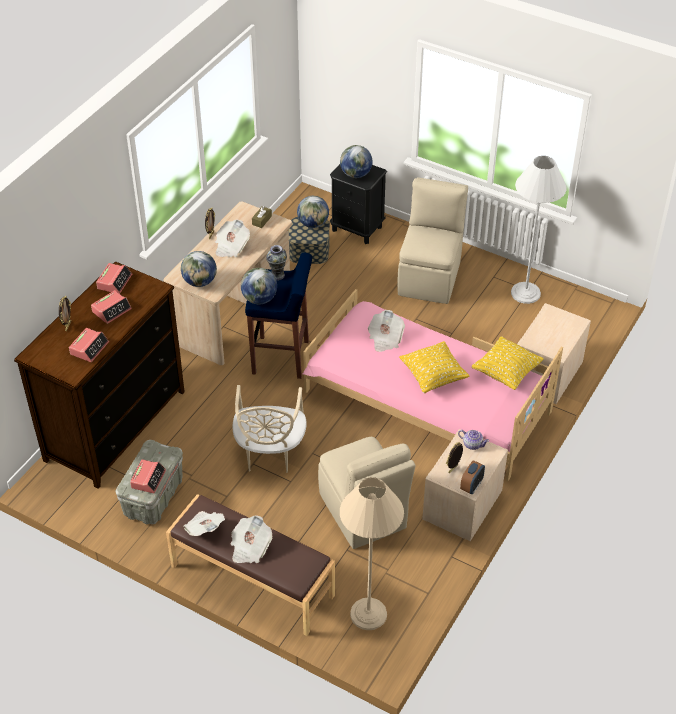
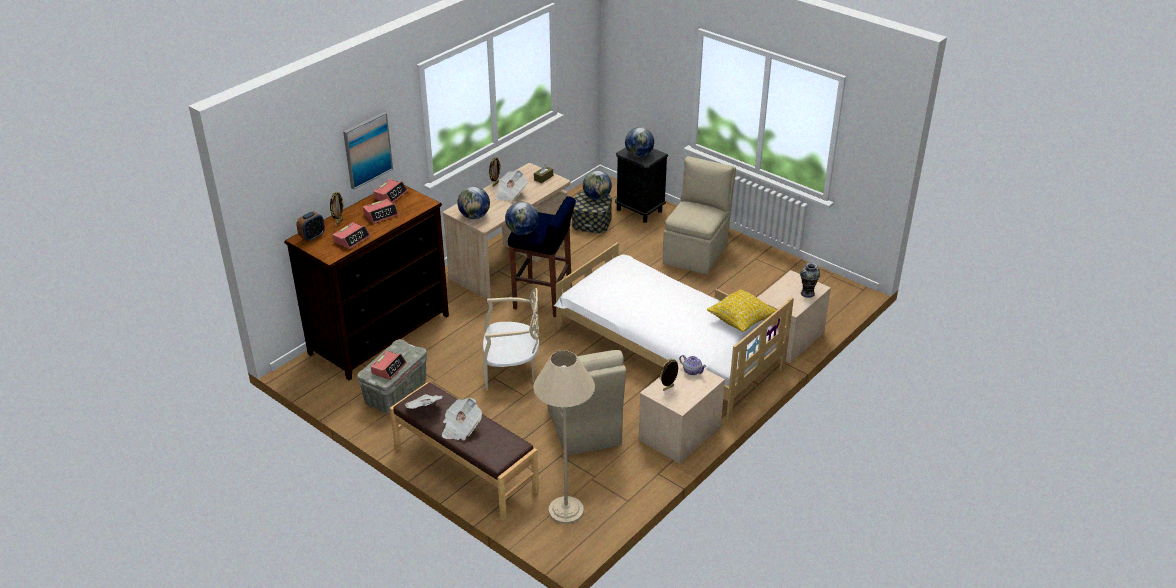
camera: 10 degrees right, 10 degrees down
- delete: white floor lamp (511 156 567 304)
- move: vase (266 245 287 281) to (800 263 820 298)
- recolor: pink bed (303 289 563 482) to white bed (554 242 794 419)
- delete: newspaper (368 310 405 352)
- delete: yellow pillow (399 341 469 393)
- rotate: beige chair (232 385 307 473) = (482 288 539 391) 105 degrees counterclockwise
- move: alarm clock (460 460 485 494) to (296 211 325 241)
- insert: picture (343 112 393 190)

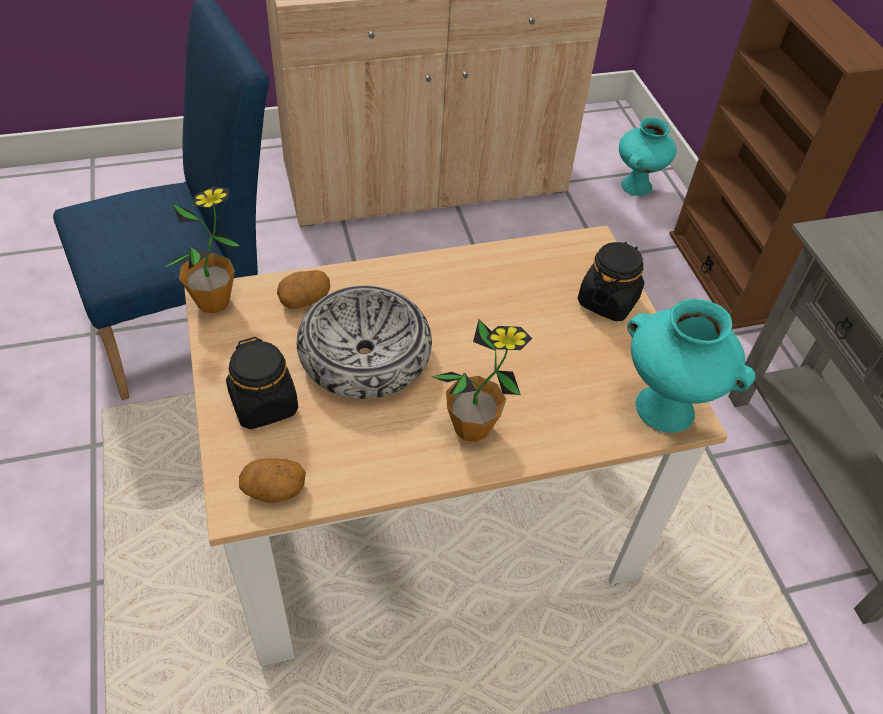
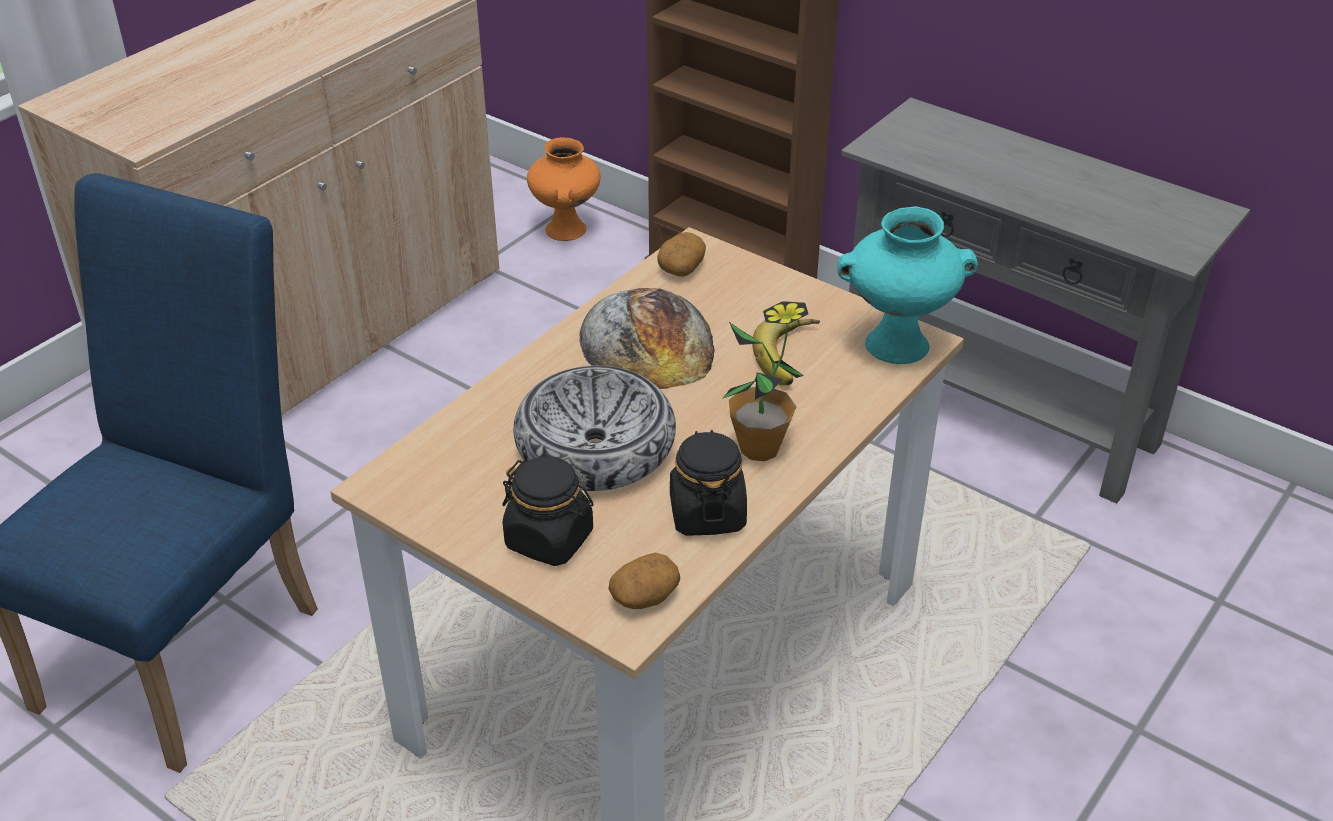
camera: 35 degrees left, 10 degrees down
- recolor: turquoise vase (619 117 677 196) to orange vase (527 137 601 241)
- delete: potted plant (164 187 240 313)
- move: black jar (578 242 644 321) to (670 430 747 536)
- move: potato (277 270 330 309) to (657 232 706 277)
- insert: bread (579 288 715 389)
- insert: banana (752 319 820 386)

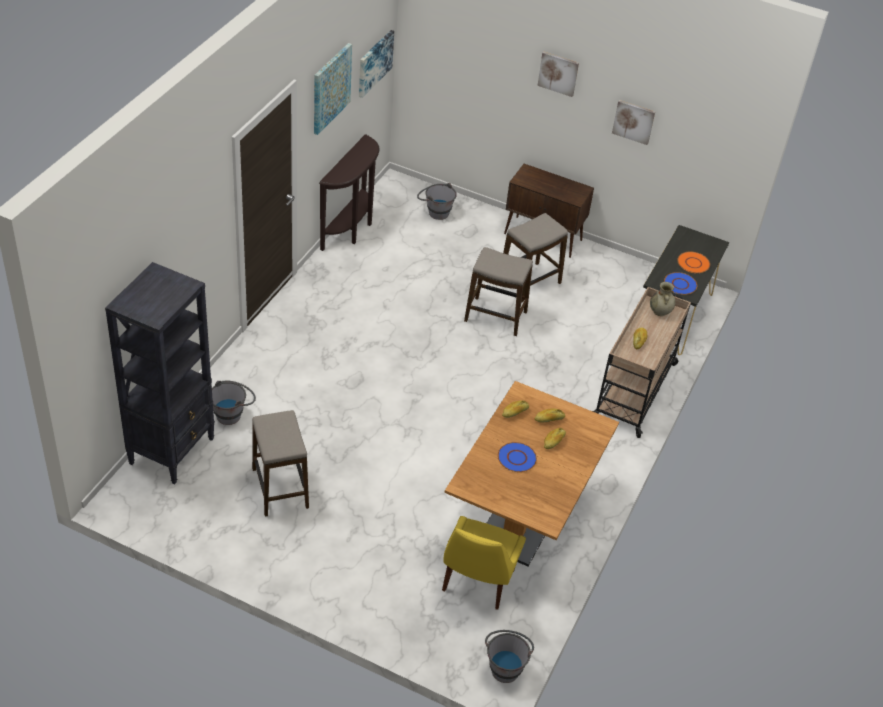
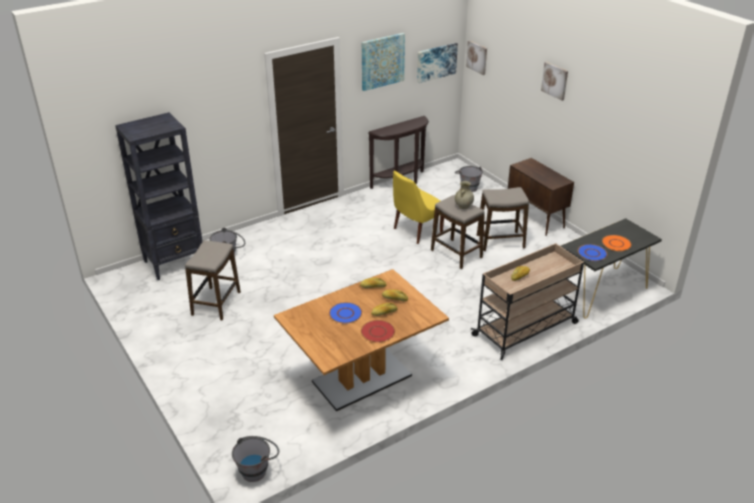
camera: 35 degrees right, 10 degrees down
- move: picture (612 100 655 145) to (466 41 487 75)
- move: beige vase (650 282 675 316) to (455 181 474 209)
- move: yellow chair (442 516 526 610) to (393 170 444 244)
- insert: red plate (361 320 395 343)

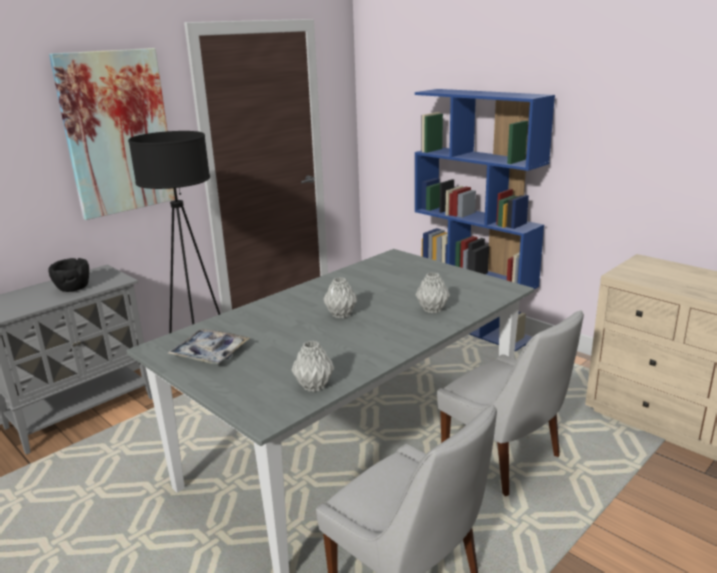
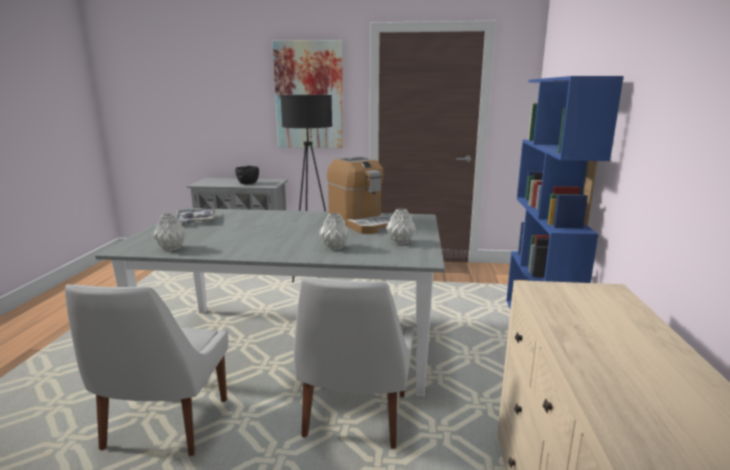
camera: 50 degrees right, 5 degrees down
- move: grey vase (323 277 357 318) to (386 209 416 245)
- insert: coffee machine (327 157 391 234)

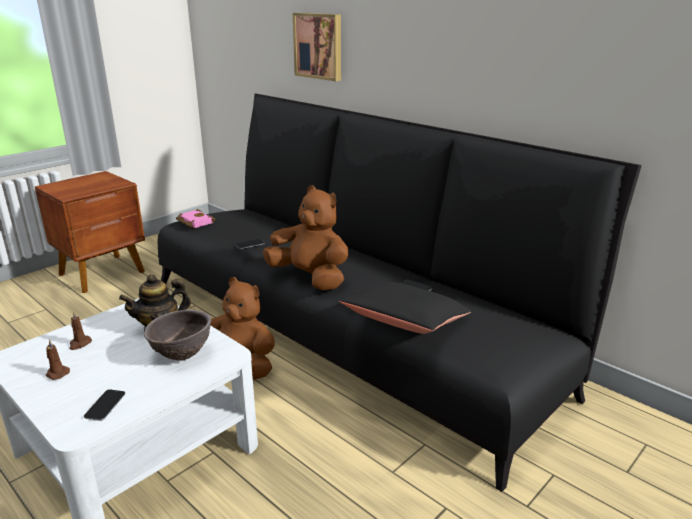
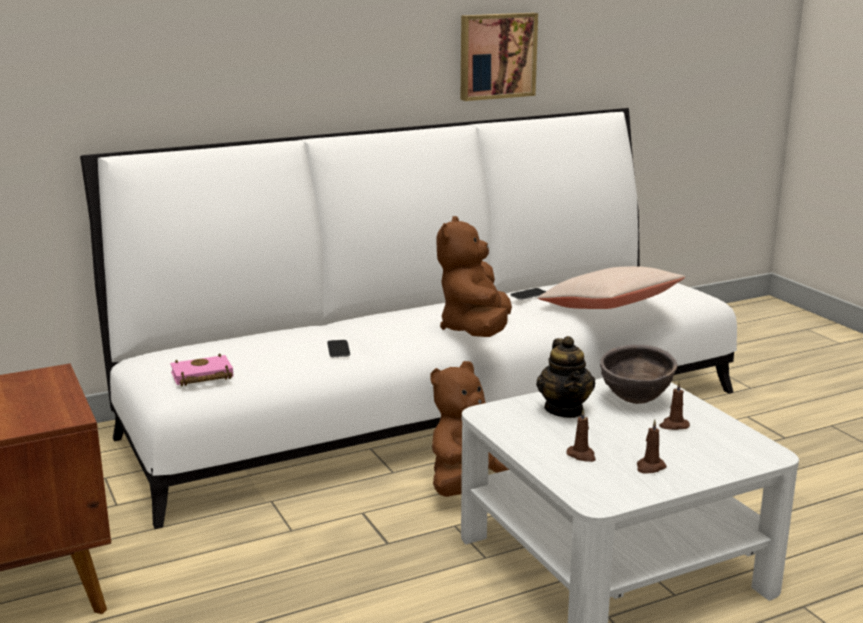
camera: 70 degrees left, 5 degrees down
- move: picture (293 13 341 81) to (461 13 538 101)
- recolor: black sofa (158 93 641 492) to white sofa (80 108 737 529)
- rotate: brown plush toy (263 185 349 290) = (437 216 512 337) 45 degrees counterclockwise
- recolor: black pillow (339 282 472 334) to beige pillow (538 266 685 309)
- delete: phone (84 390 125 421)
- insert: brown candle (659 382 690 430)

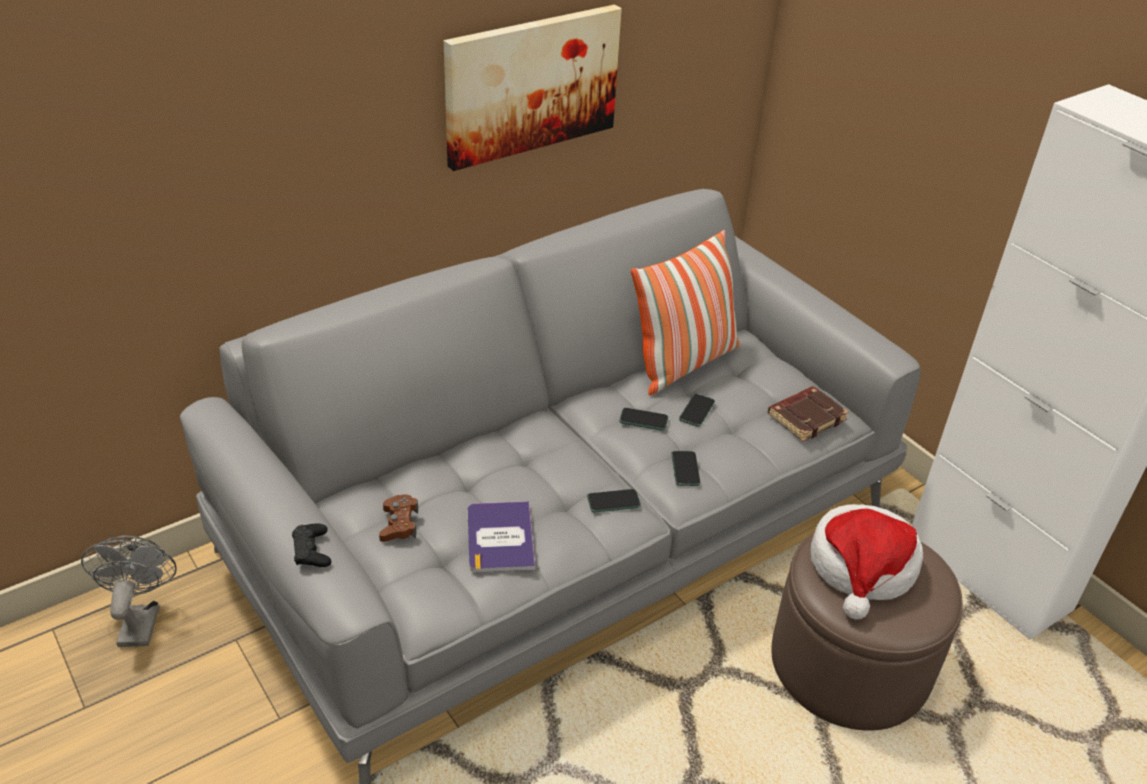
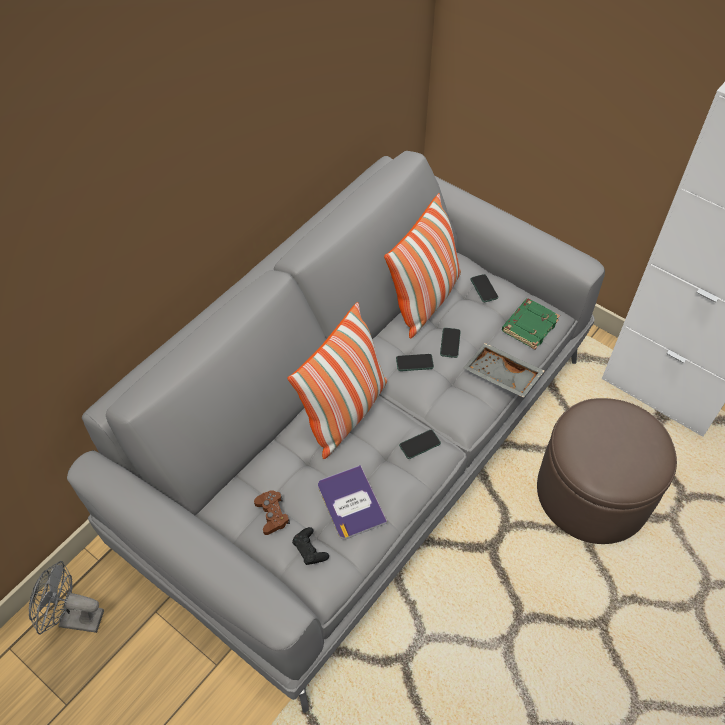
camera: 15 degrees left, 15 degrees up
- delete: picture (444 4 622 171)
- recolor: brown book (768 386 849 442) to green book (502 298 560 350)
- move: phone (671 451 701 486) to (471 274 498 302)
- delete: hat (811 504 923 620)
- move: black game controller (292 523 331 567) to (292 527 329 565)
- rotate: grey fan (81 535 177 647) = (29 561 104 634) 60 degrees counterclockwise
- insert: pillow (287 302 387 459)
- insert: grey tray (463 343 545 398)

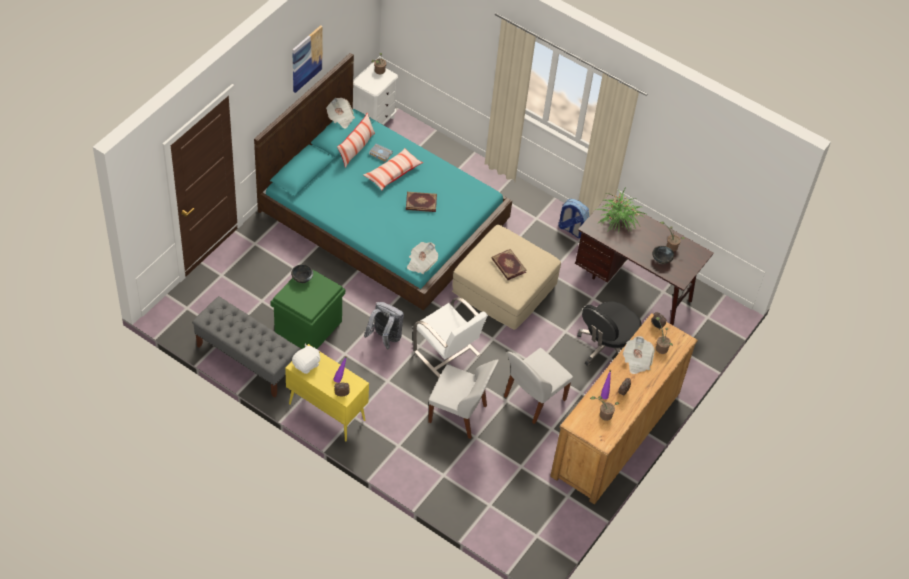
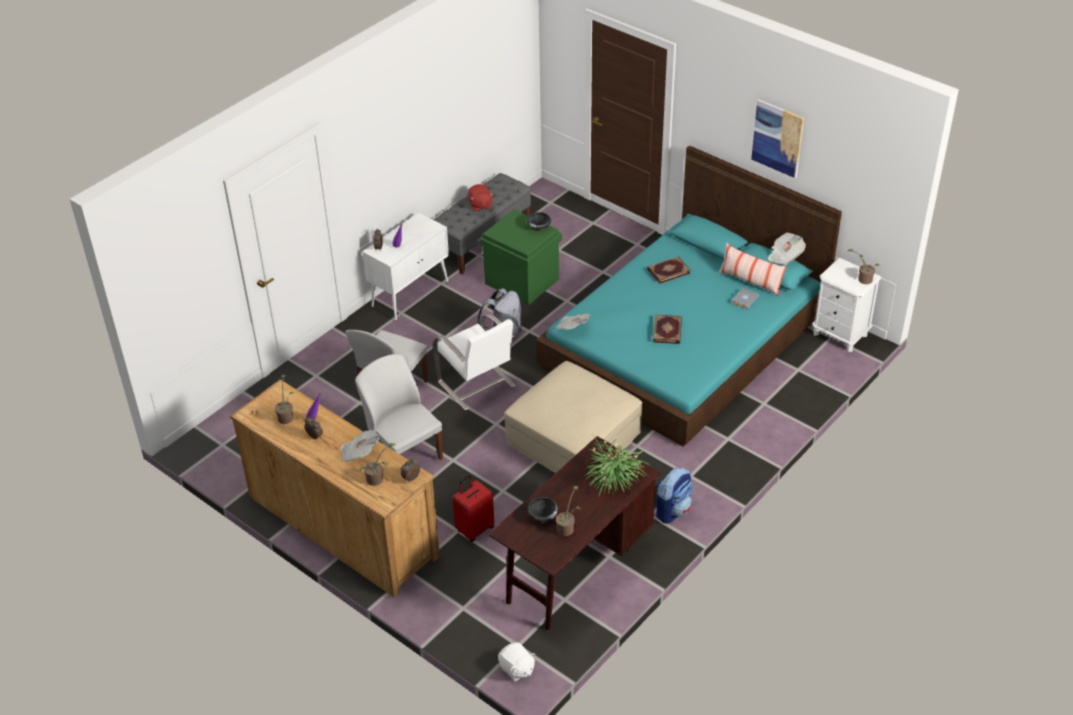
camera: 100 degrees right, 10 degrees down
- delete: pillow (363 148 423 190)
- move: book (492 249 527 280) to (647 257 690 284)
- rotate: white chair (413 297 488 378) = (433 314 516 411) 90 degrees counterclockwise
- replace: black office chair (577 301 641 366) to red suitcase (452 475 494 542)
- recolor: yellow cabinet (285 344 369 442) to white cabinet (362 213 449 320)
- move: white plush toy (292 344 320 374) to (498 642 535 682)
- insert: red plush toy (468 184 493 212)

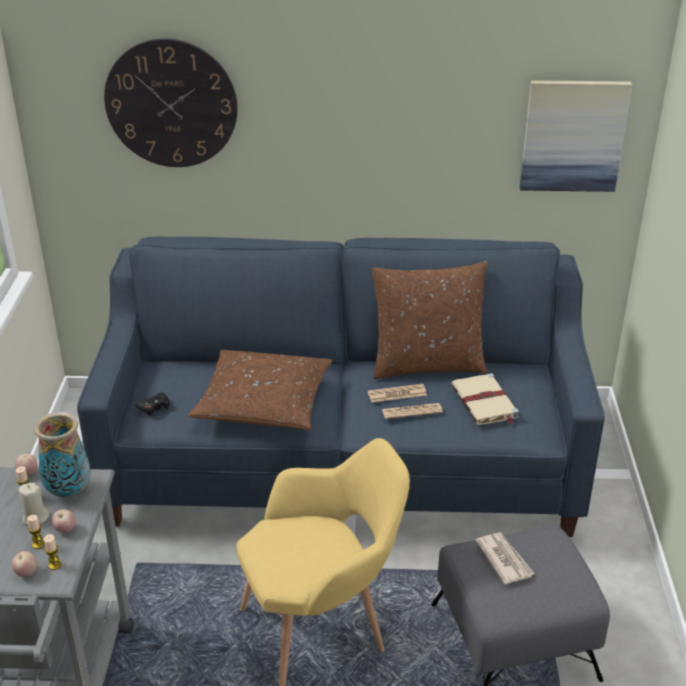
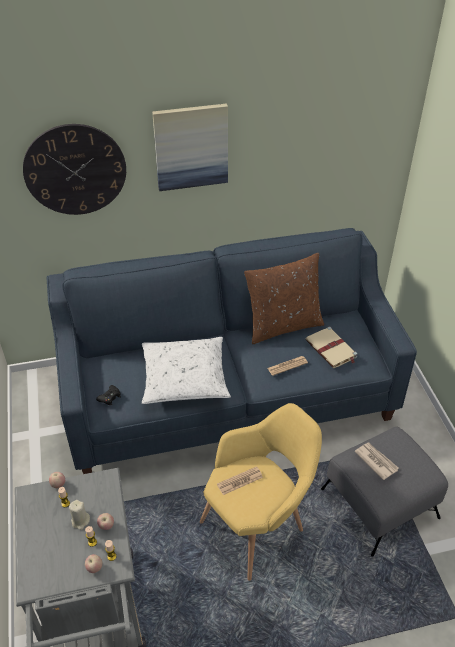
camera: 15 degrees left, 10 degrees up
- move: picture (520 80 632 192) to (152 103 228 191)
- recolor: brown pillow (188 350 332 430) to white pillow (142 337 231 404)
- move: newspaper (368 384 427 402) to (217 466 263 495)
- delete: vase (34 412 91 498)

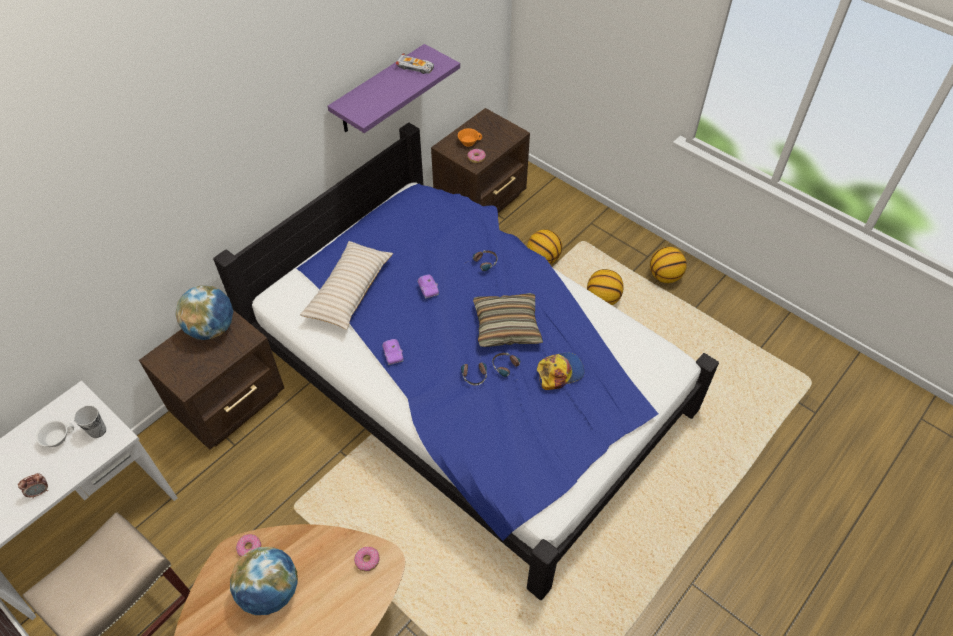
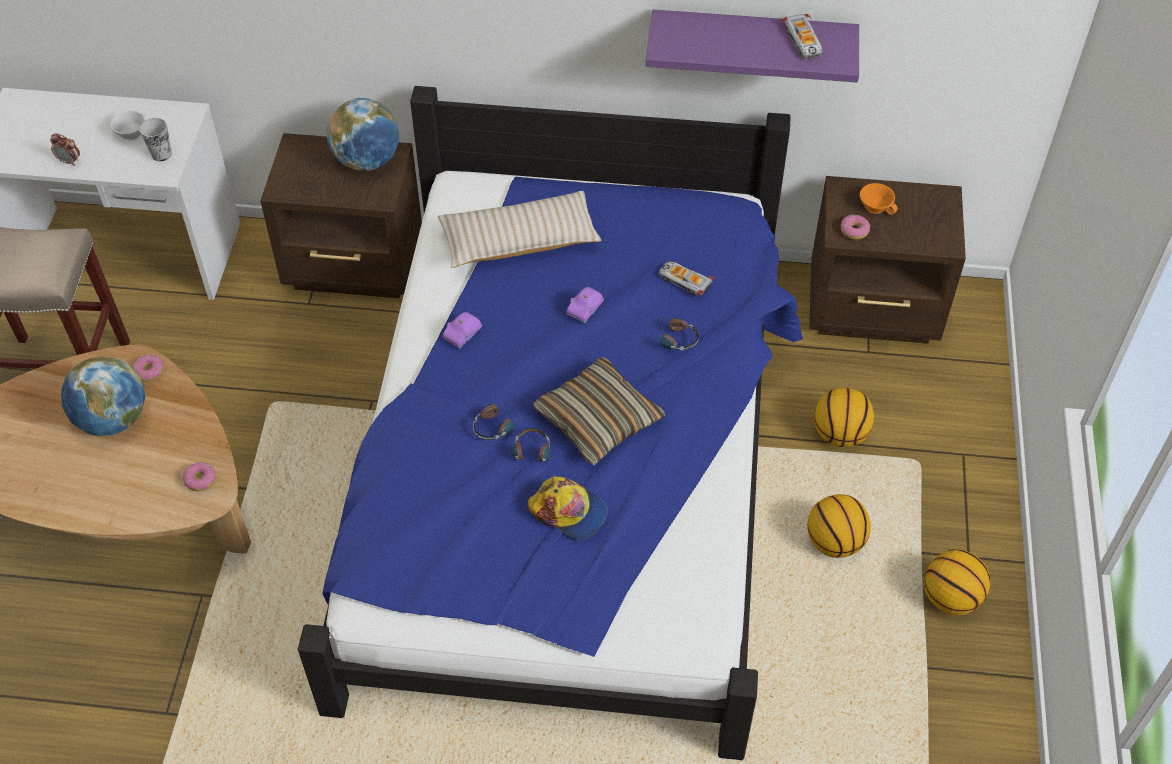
camera: 55 degrees right, 0 degrees up
- insert: toy car (658 261 714 296)

